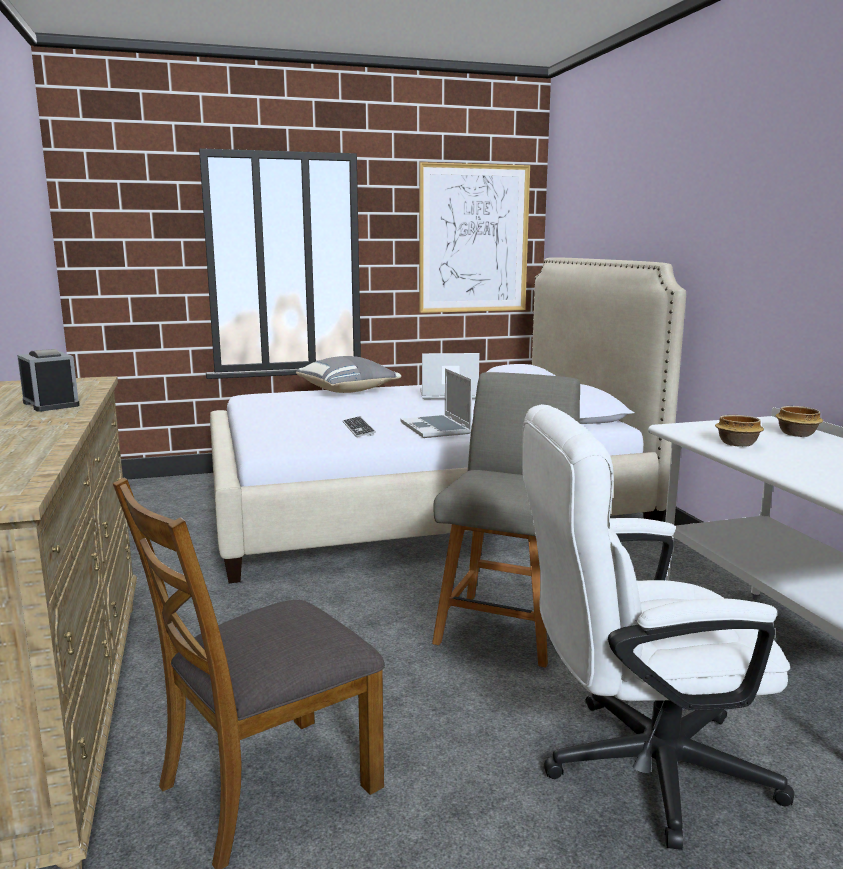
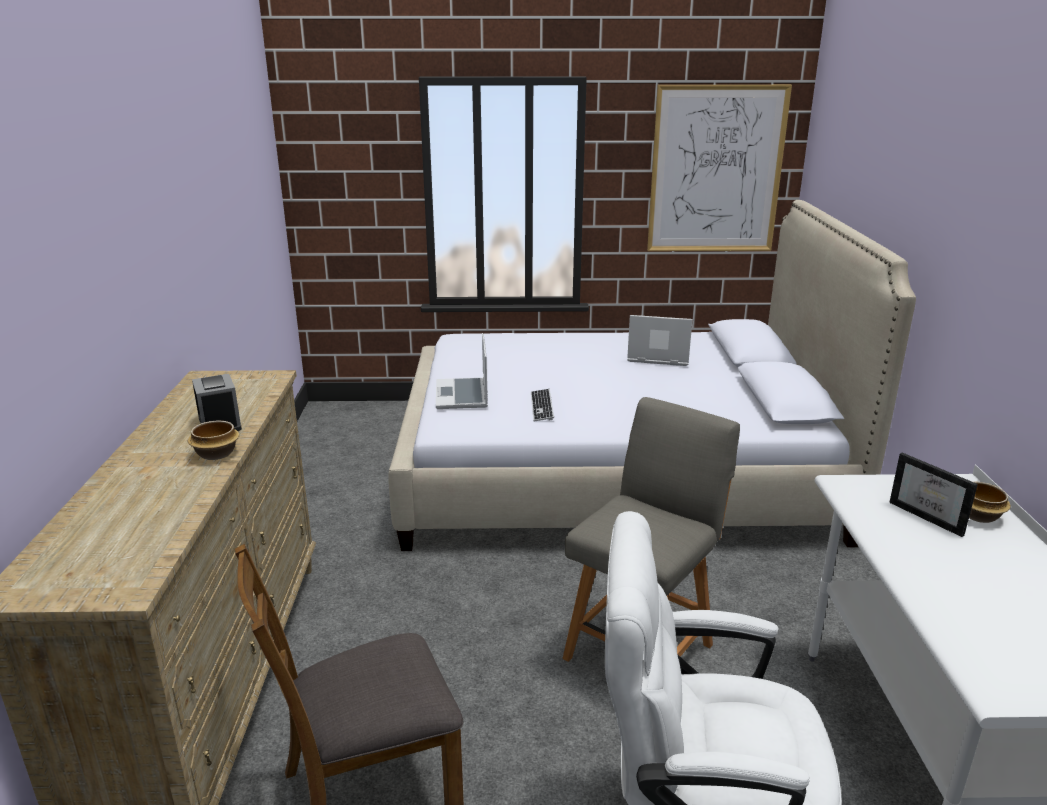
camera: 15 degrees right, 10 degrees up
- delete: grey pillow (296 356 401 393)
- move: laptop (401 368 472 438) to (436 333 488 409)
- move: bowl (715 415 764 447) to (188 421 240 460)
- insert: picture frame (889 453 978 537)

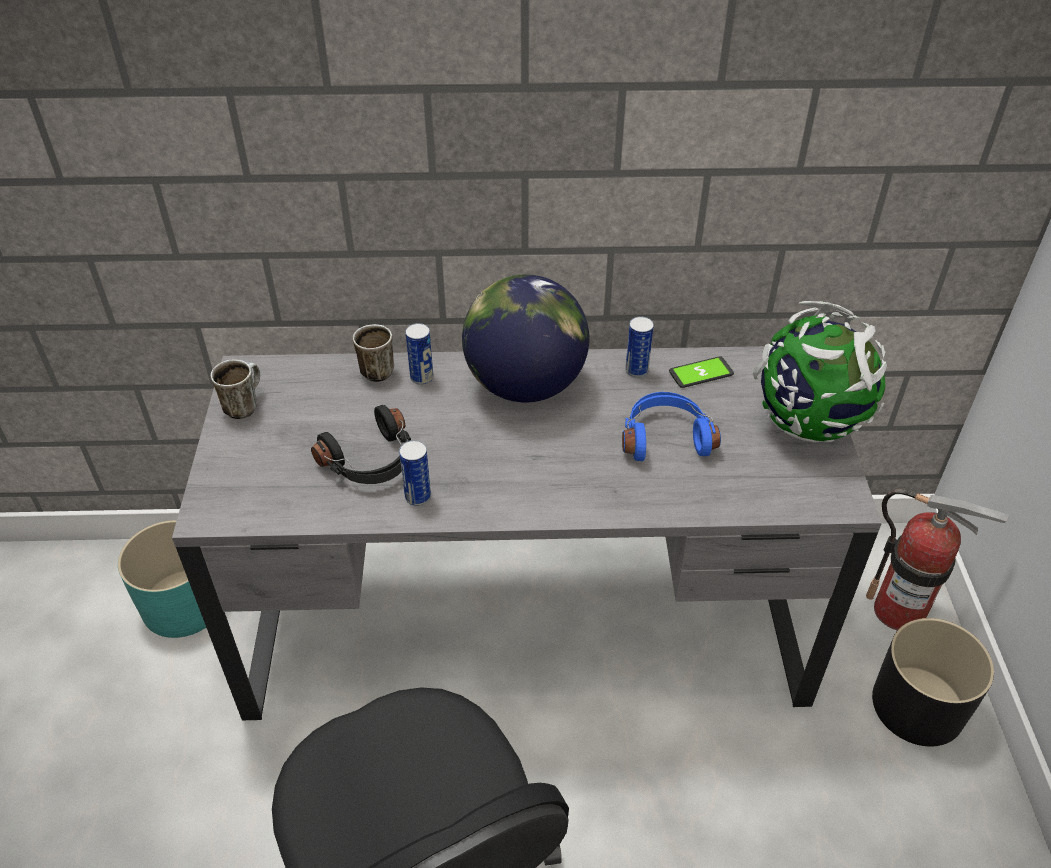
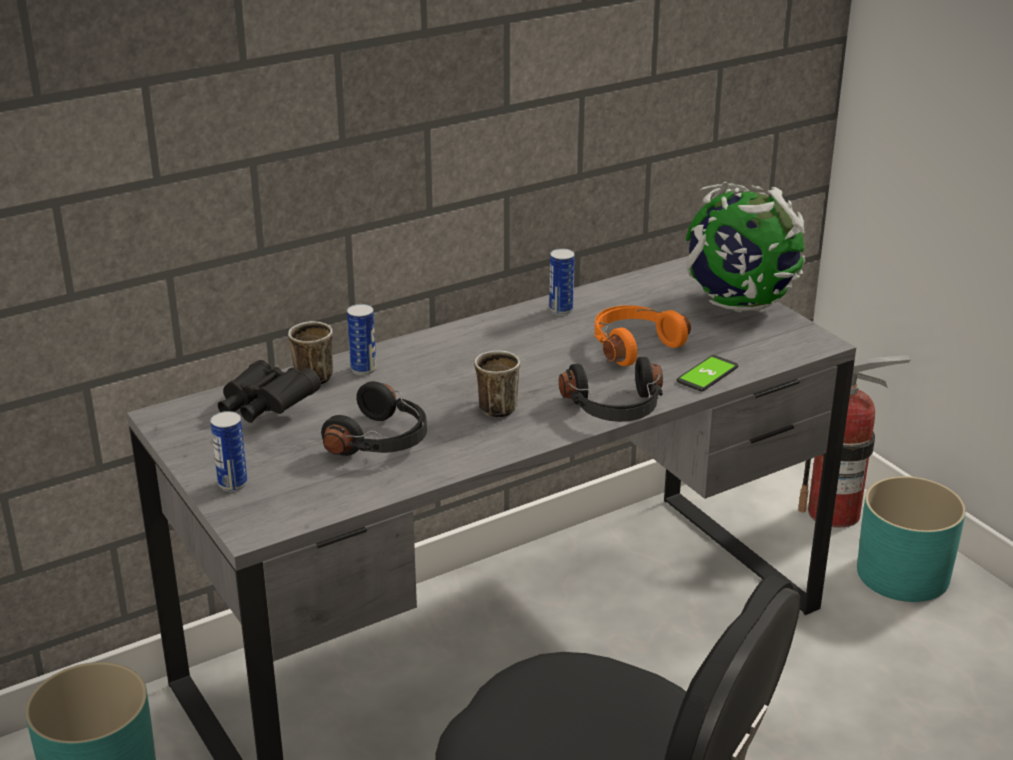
camera: 30 degrees left, 15 degrees down
- delete: globe (462 274 590 402)
- move: phone (669 356 734 388) to (677 355 738 391)
- move: mug (210 360 260 419) to (474 351 520 418)
- recolor: blue headphones (622 392 721 461) to orange headphones (595 305 691 366)
- move: can (399 440 431 506) to (210 411 248 492)
- recolor: black planter (872 618 994 747) to turquoise planter (857 476 966 602)
- insert: black headphones (559 357 663 422)
- insert: black binoculars (218 360 321 423)

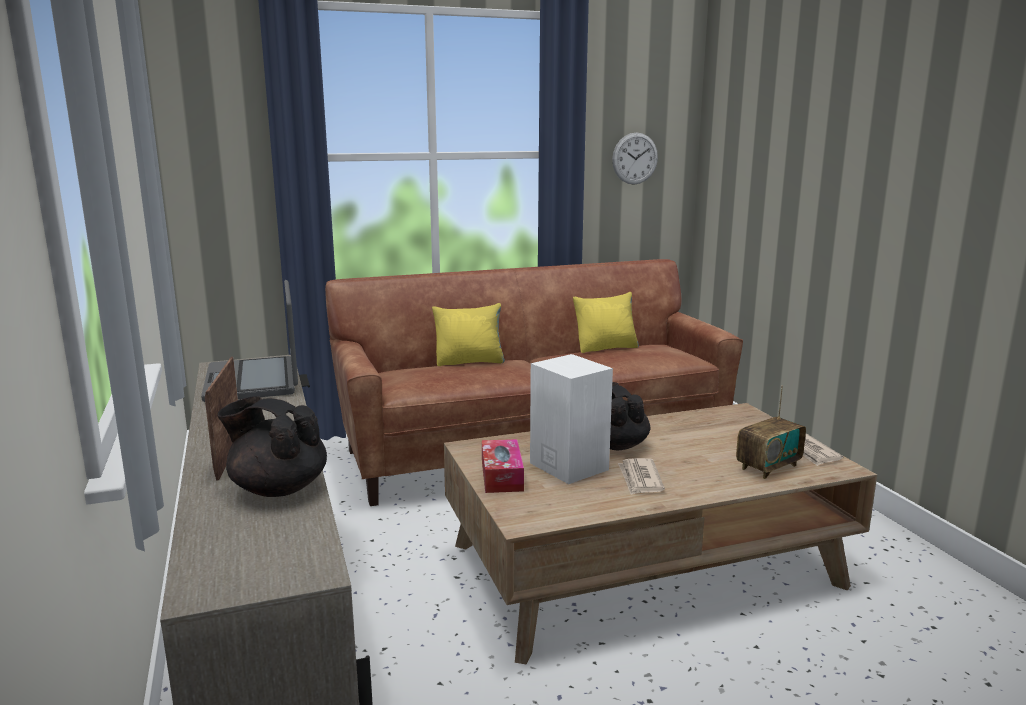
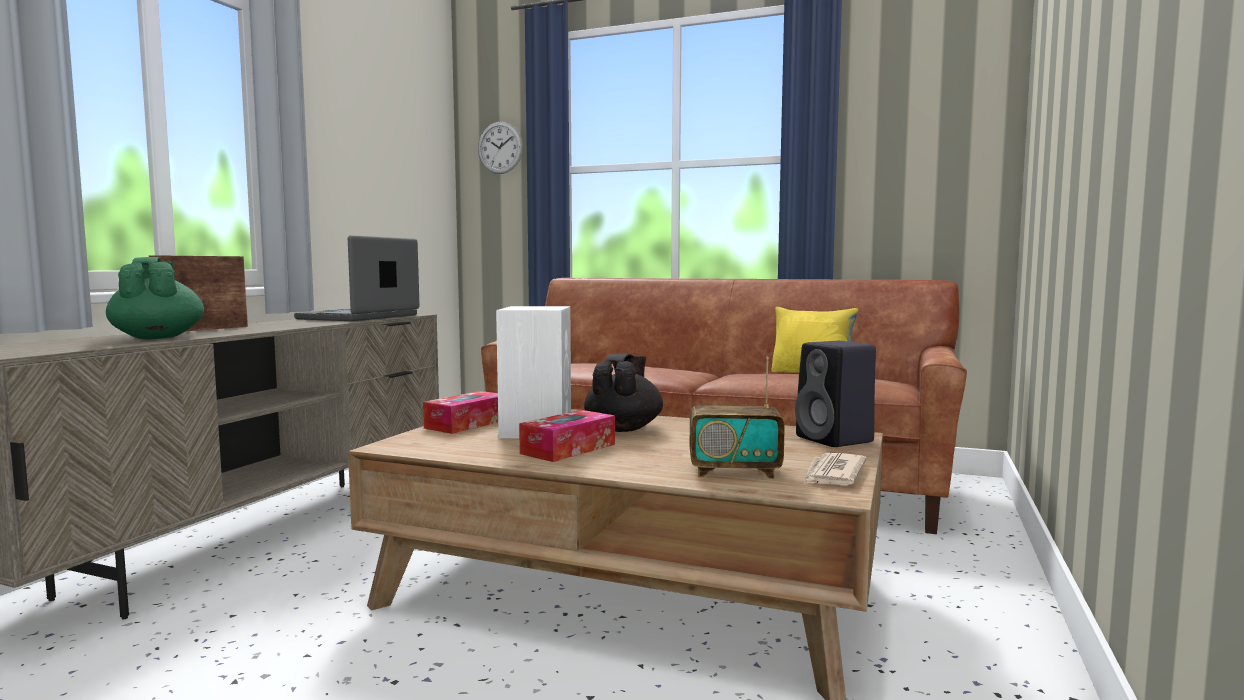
camera: 40 degrees right, 10 degrees down
- move: wall clock (612 132 658 185) to (478 122 523 174)
- delete: yellow pillow (432 303 505 366)
- recolor: black teapot (217 397 327 497) to green teapot (106 257 204 339)
- replace: newspaper (618 458 665 495) to tissue box (519 410 615 462)
- insert: black speaker (795 341 876 447)

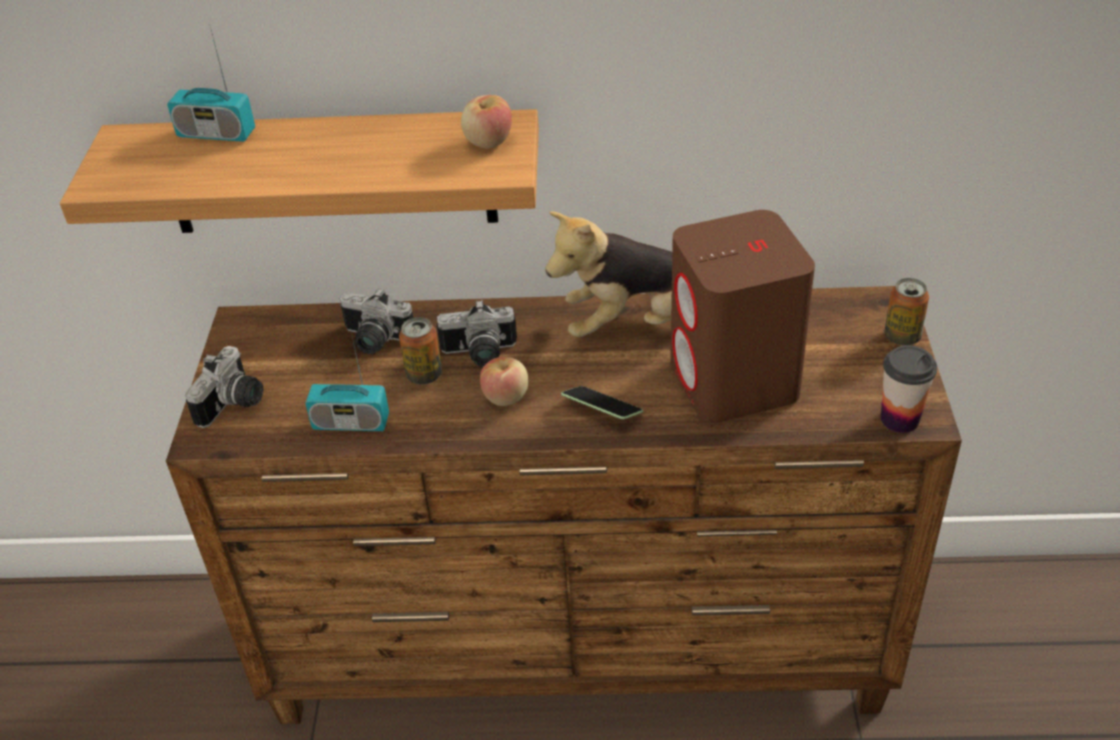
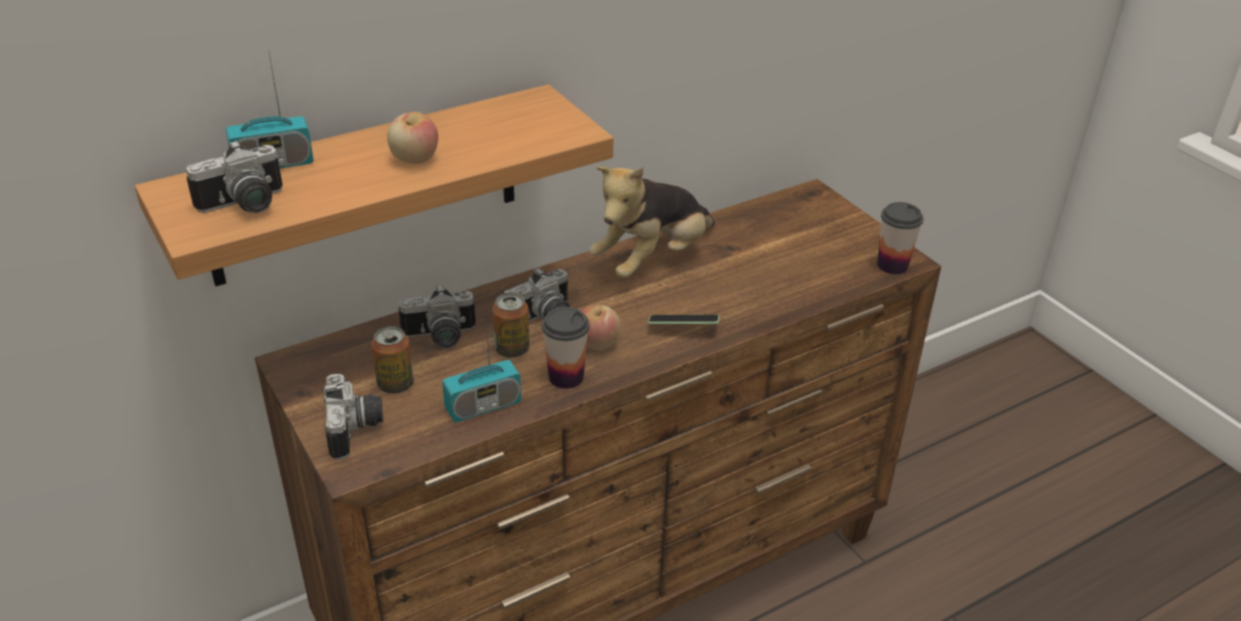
camera: 35 degrees left, 5 degrees down
- move: apple (461 95 512 149) to (387 112 438 164)
- delete: brown speaker (670 210 815 423)
- move: can (885 278 929 346) to (371 326 414 394)
- insert: photo camera (186 140 283 213)
- insert: cup (542 307 590 389)

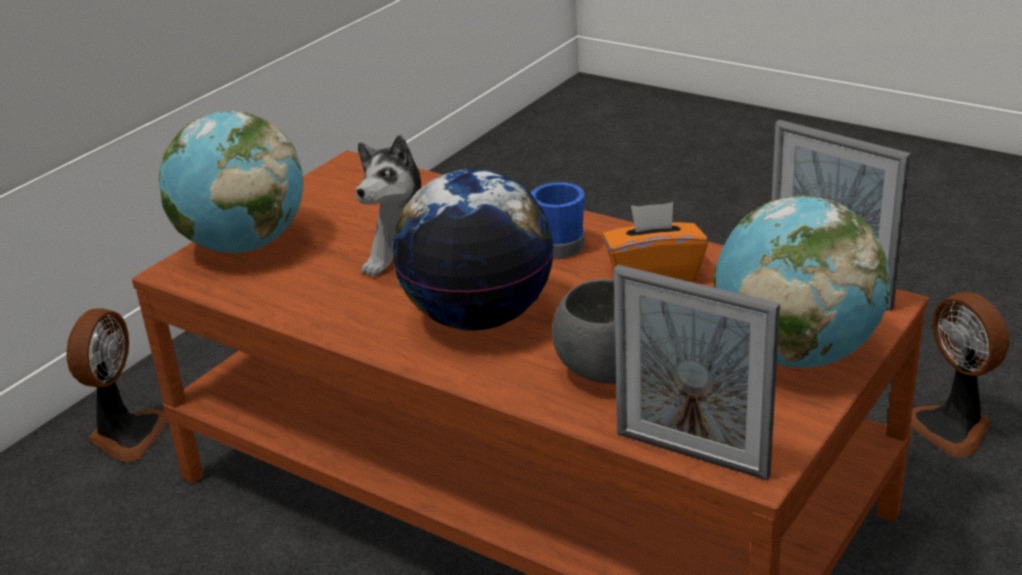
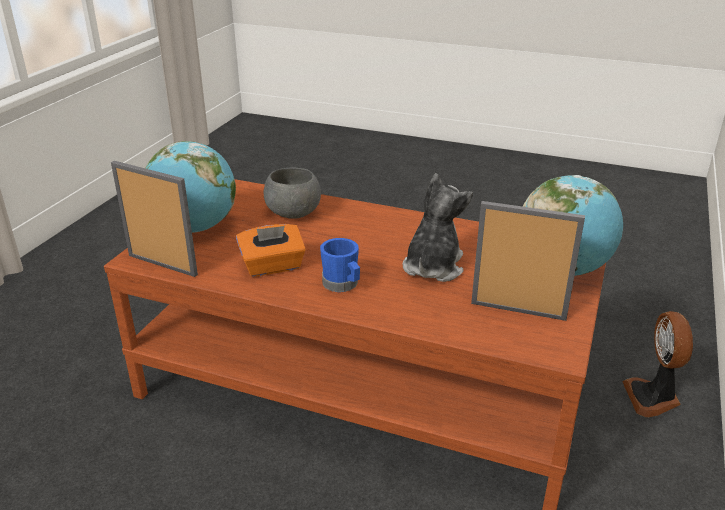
camera: 165 degrees right, 0 degrees up
- delete: globe (392 169 554 330)
- move: picture frame (613 265 780 480) to (471 201 585 321)
- delete: fan (911 292 1010 458)

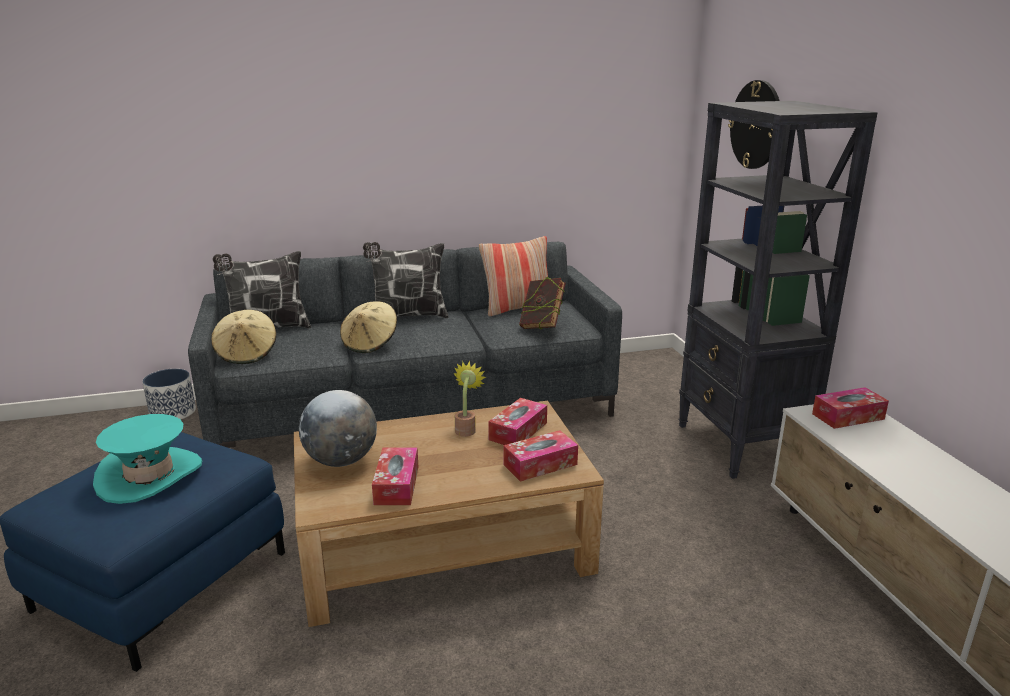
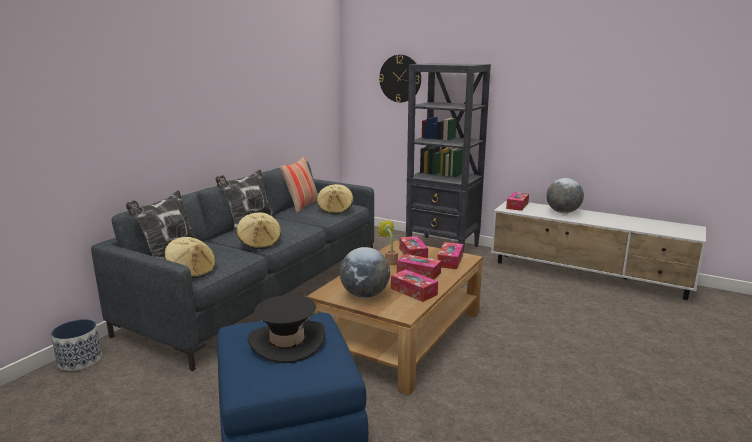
camera: 45 degrees left, 5 degrees down
- replace: book (519 276 566 329) to beige hat (316 184 353 214)
- recolor: turquoise hat (93 414 202 504) to black hat (248 295 326 363)
- insert: globe (546 178 584 213)
- insert: tissue box (397 254 441 280)

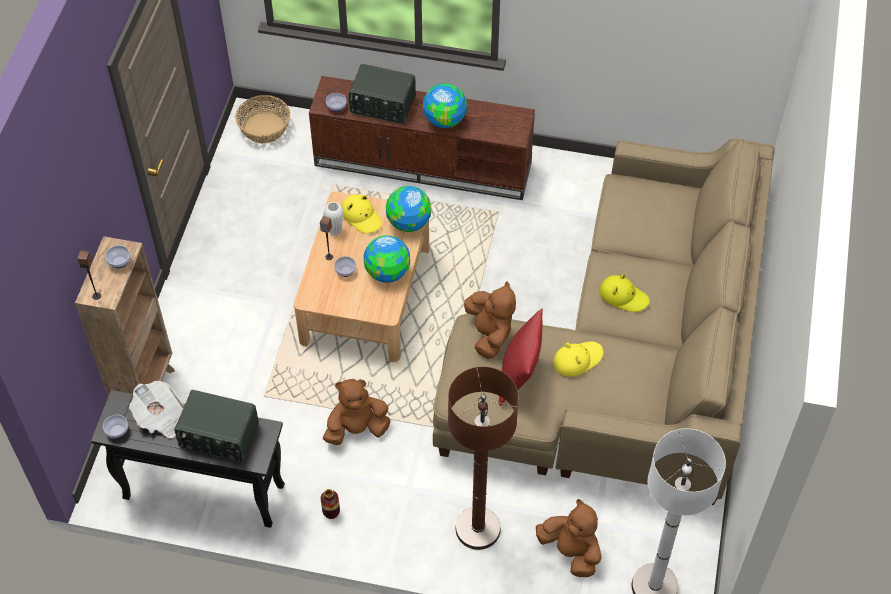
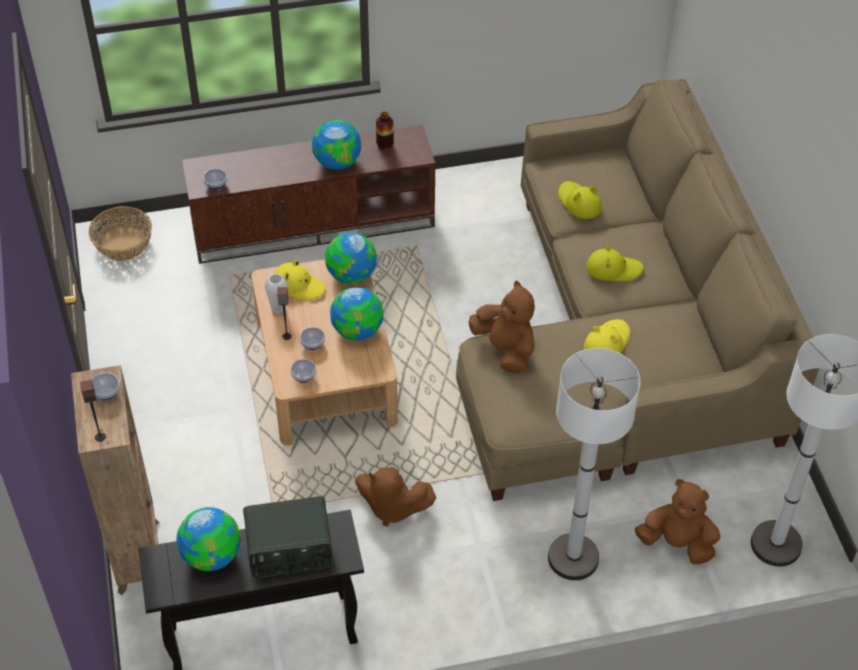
camera: 25 degrees left, 5 degrees down
- delete: radio (348 64 416 124)
- delete: red pillow (499 308 543 406)
- recolor: brown floor lamp (448 367 518 550) to white floor lamp (548 348 640 580)
- rotate: brown plush toy (323 379 391 445) = (355 467 436 526) 120 degrees counterclockwise
- replace: newspaper (129 381 184 438) to globe (177 507 240 571)
- move: bowl (103 415 128 438) to (290 359 316 383)
- move: vase (321 489 340 519) to (376 111 394 150)
- insert: yellow hat (558 181 602 219)

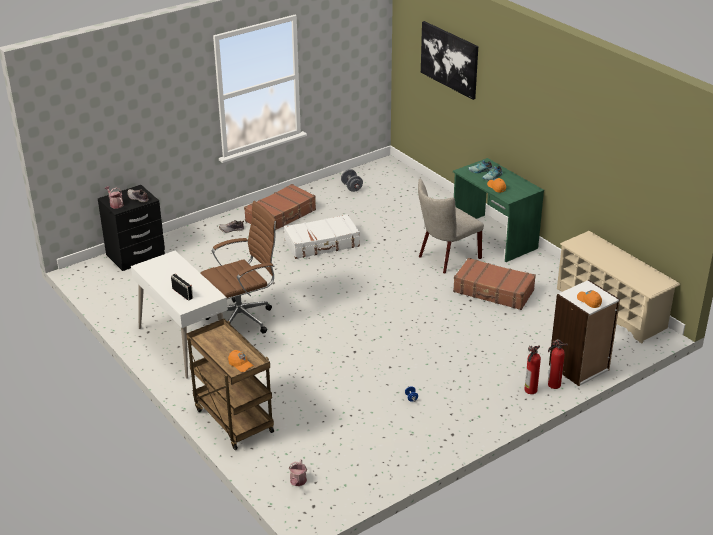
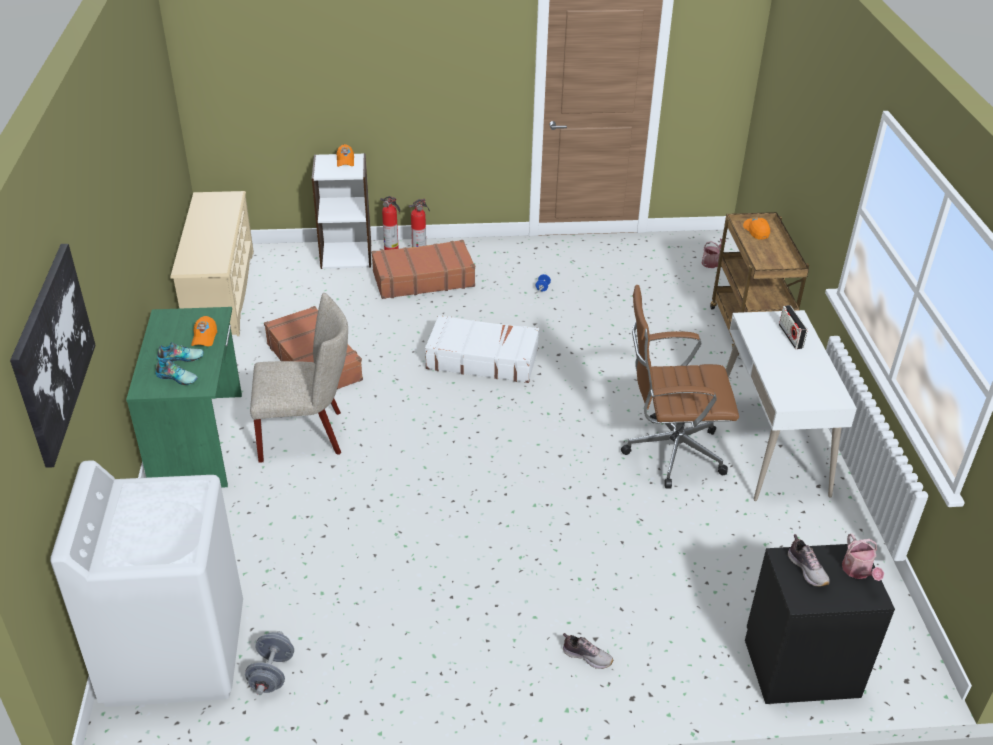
camera: 150 degrees left, 5 degrees up
- move: brown suitcase (244 184 316 231) to (372 240 475 299)
- move: white suitcase (284 214 360 259) to (425 315 539 383)
- insert: white washing machine (50 460 243 707)

